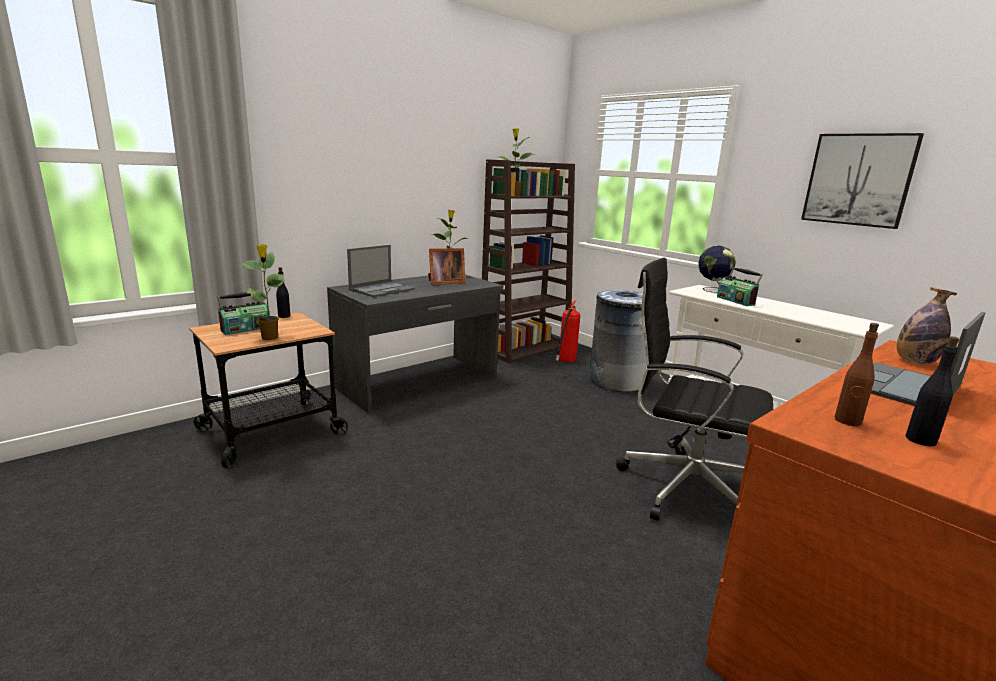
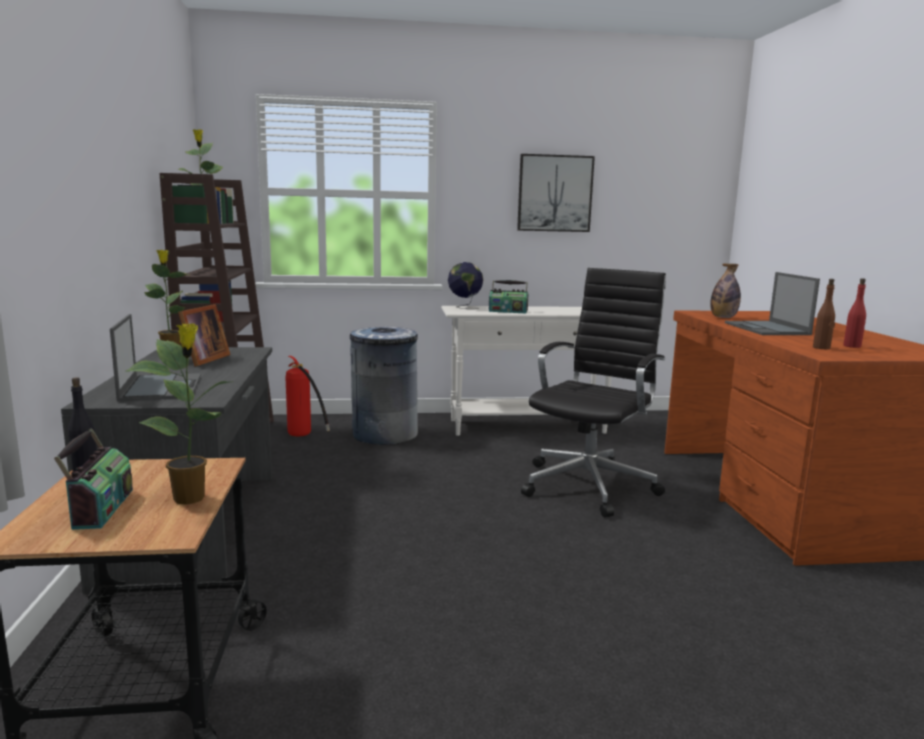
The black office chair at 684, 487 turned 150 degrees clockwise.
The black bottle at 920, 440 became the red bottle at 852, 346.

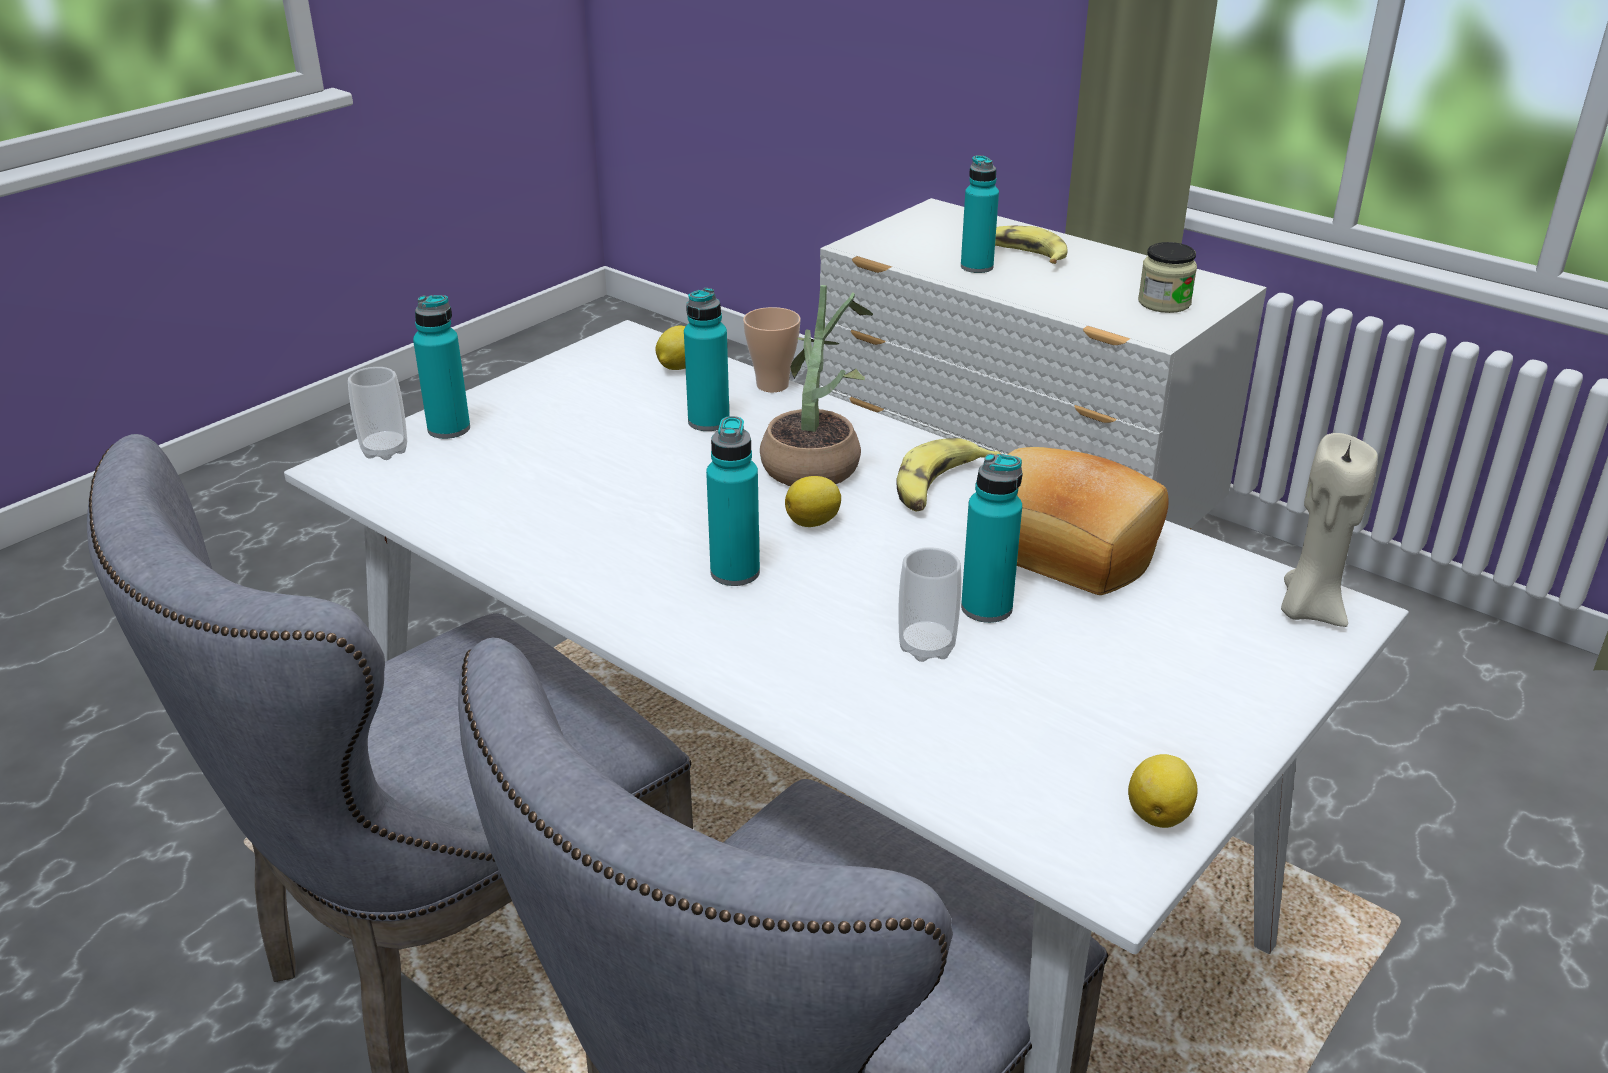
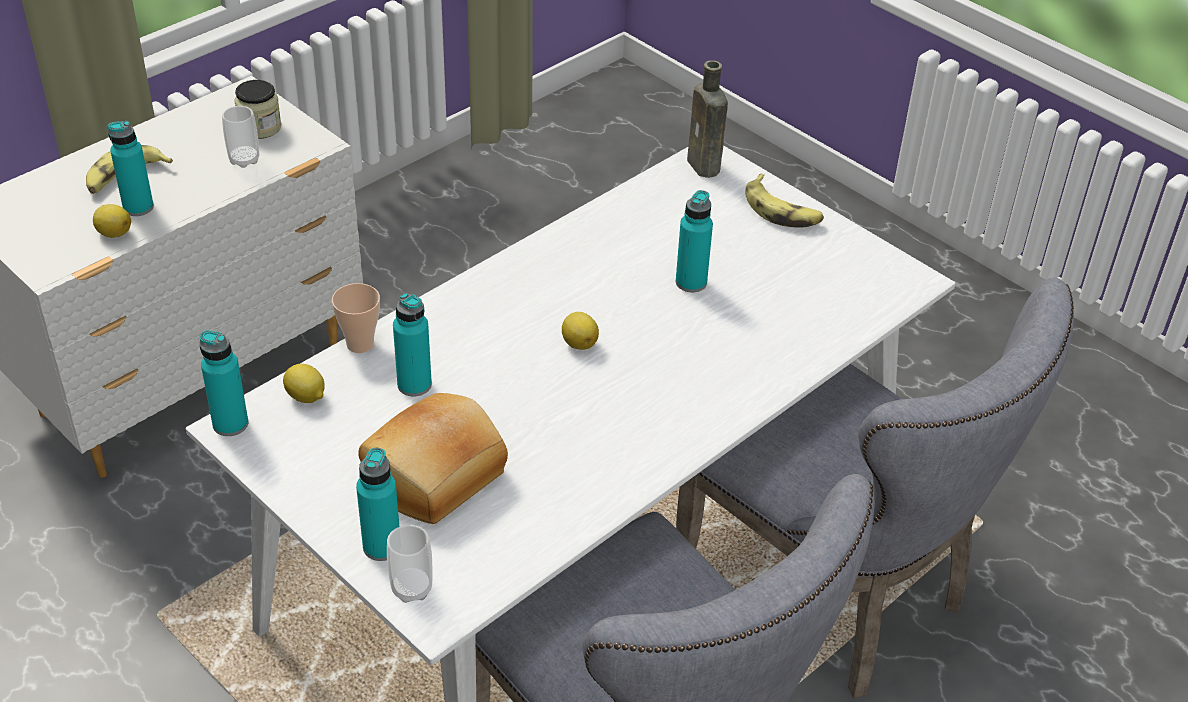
The potted plant at 816, 462 disappeared.
The turquoise bottle moved from 735, 572 to 230, 424.
The beige candle at 1309, 610 was replaced by the brown bottle at 705, 167.
The banana moved from 940, 487 to 782, 211.
The bread moved from 1067, 551 to 436, 477.
The cup moved from 926, 647 to 244, 160.
The lemon moved from 1159, 813 to 113, 233.

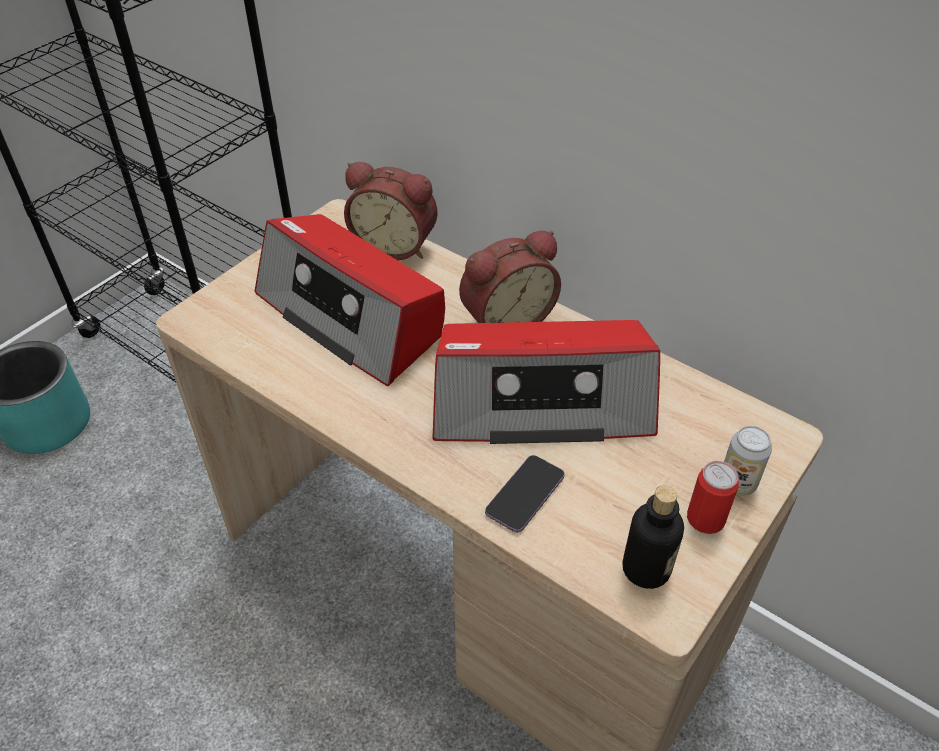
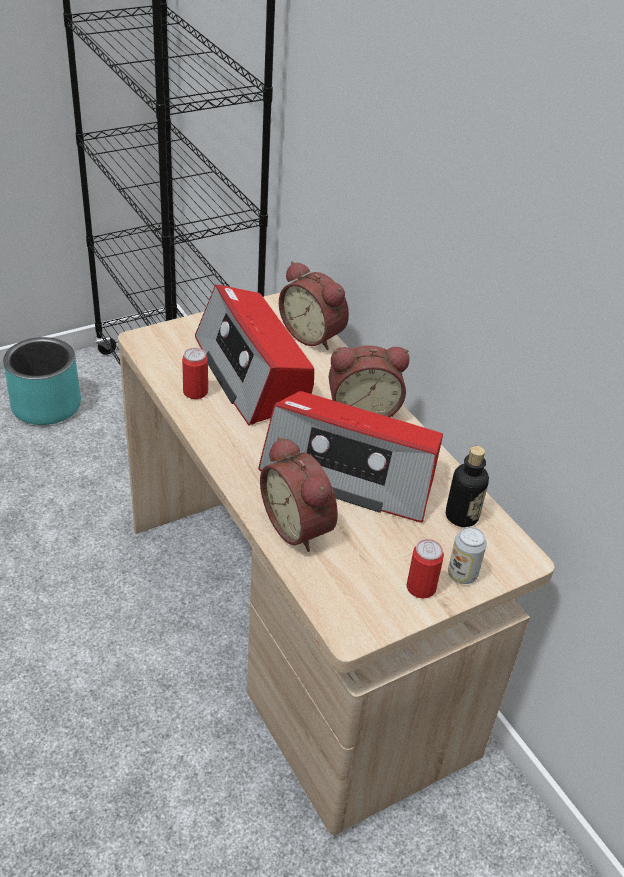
The phone at 525, 495 was replaced by the alarm clock at 300, 526.
The bottle moved from 646, 569 to 461, 516.
The can at 195, 392 appeared.

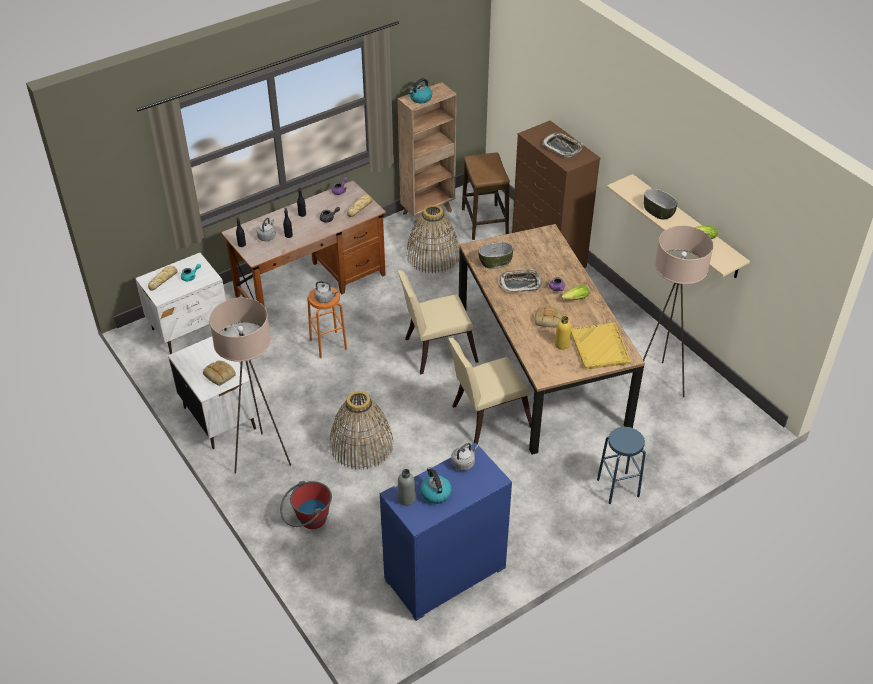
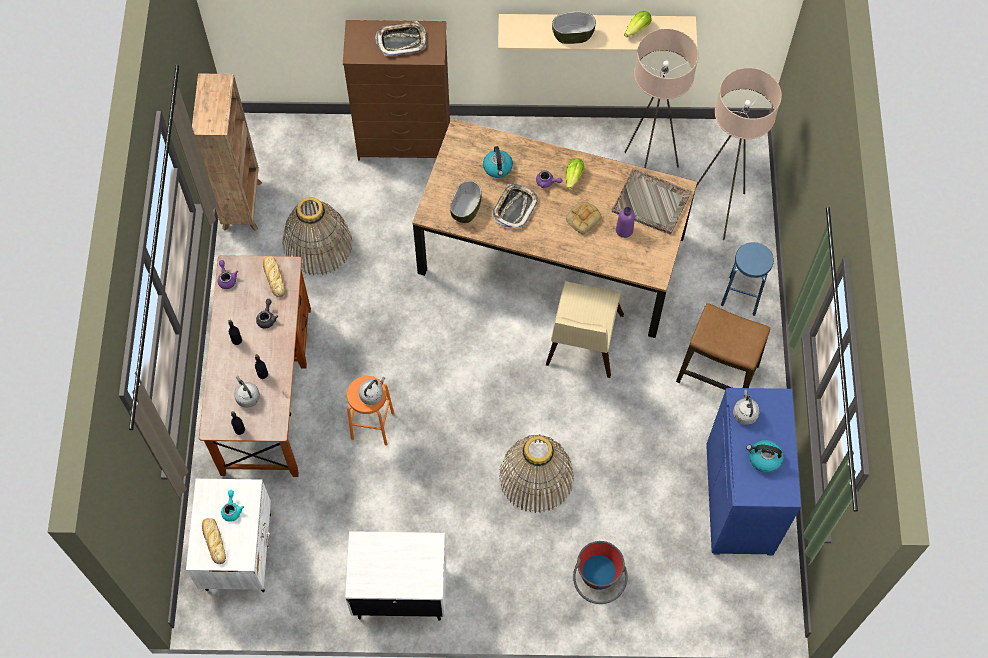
The kettle moved from 420, 98 to 498, 168.
The stool moved from 485, 222 to 717, 374.
The beige chair at 435, 350 disappeared.
The beige floor lamp moved from 262, 457 to 718, 210.
The yellow bottle at 562, 344 became the purple bottle at 624, 230.
The yellow tray at 599, 347 became the grey tray at 652, 203.
The bread at 220, 375 disappeared.
The grey bottle at 406, 498 disappeared.

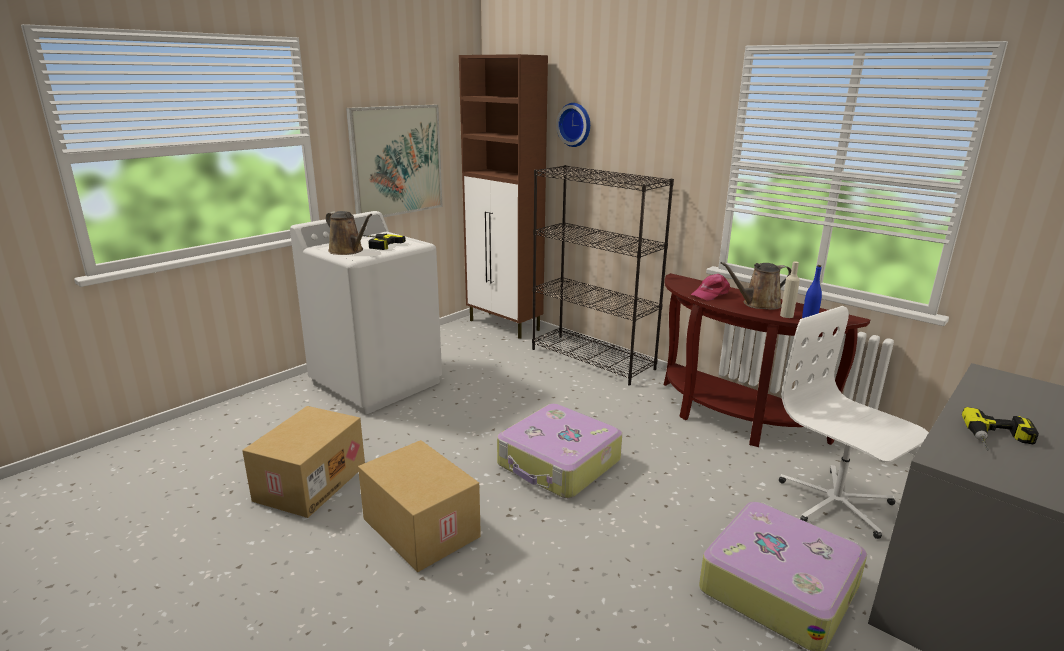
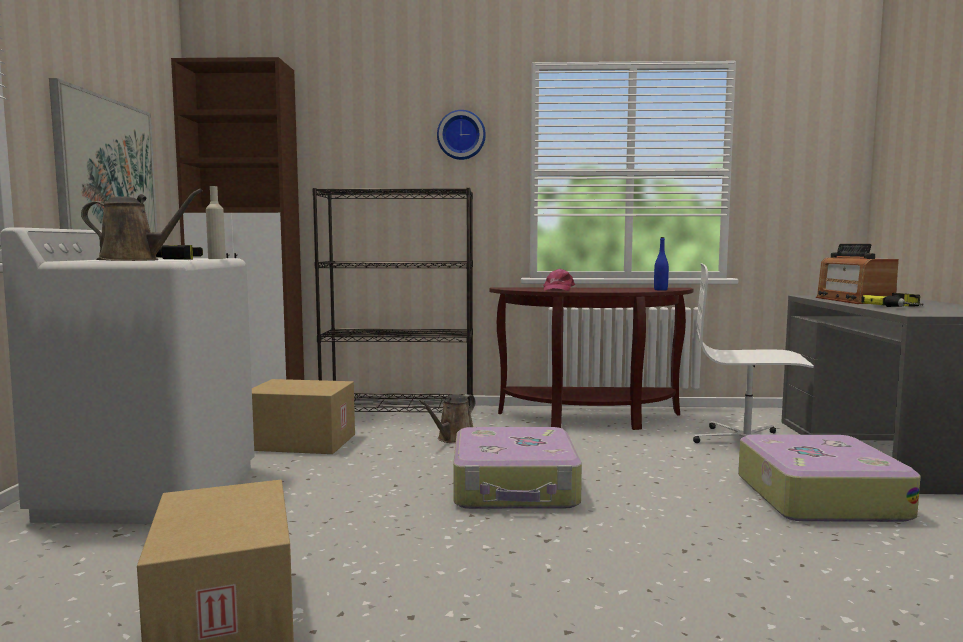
The wall clock moved from 575, 124 to 461, 135.
The beige bottle moved from 786, 315 to 217, 258.
The brown watering can moved from 758, 304 to 453, 439.
The cardboard box moved from 419, 528 to 300, 442.
The radio at 853, 300 appeared.

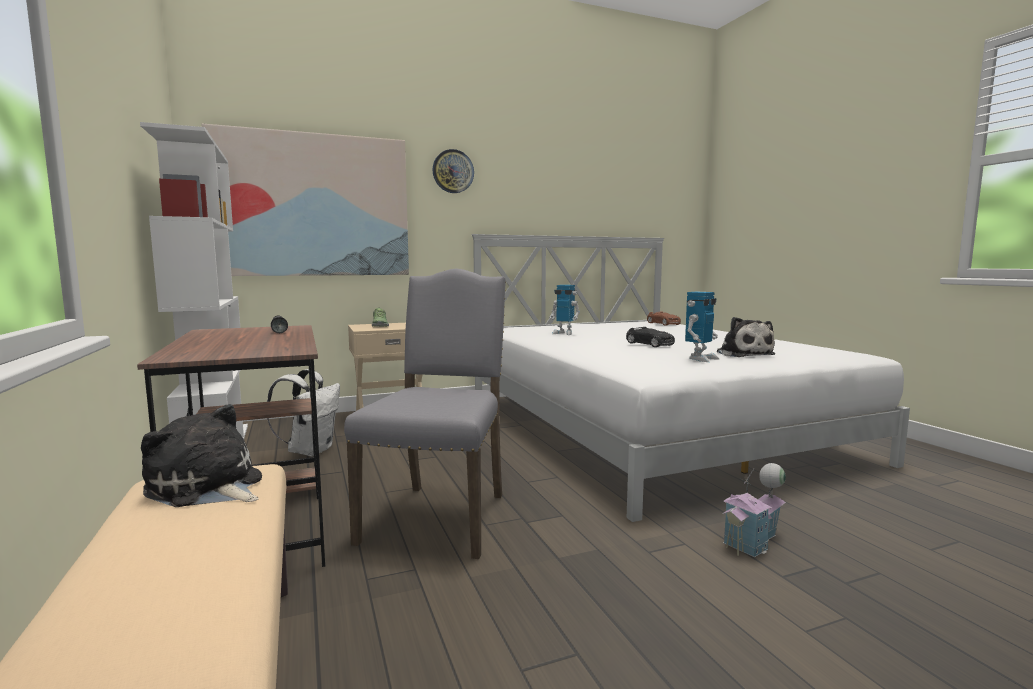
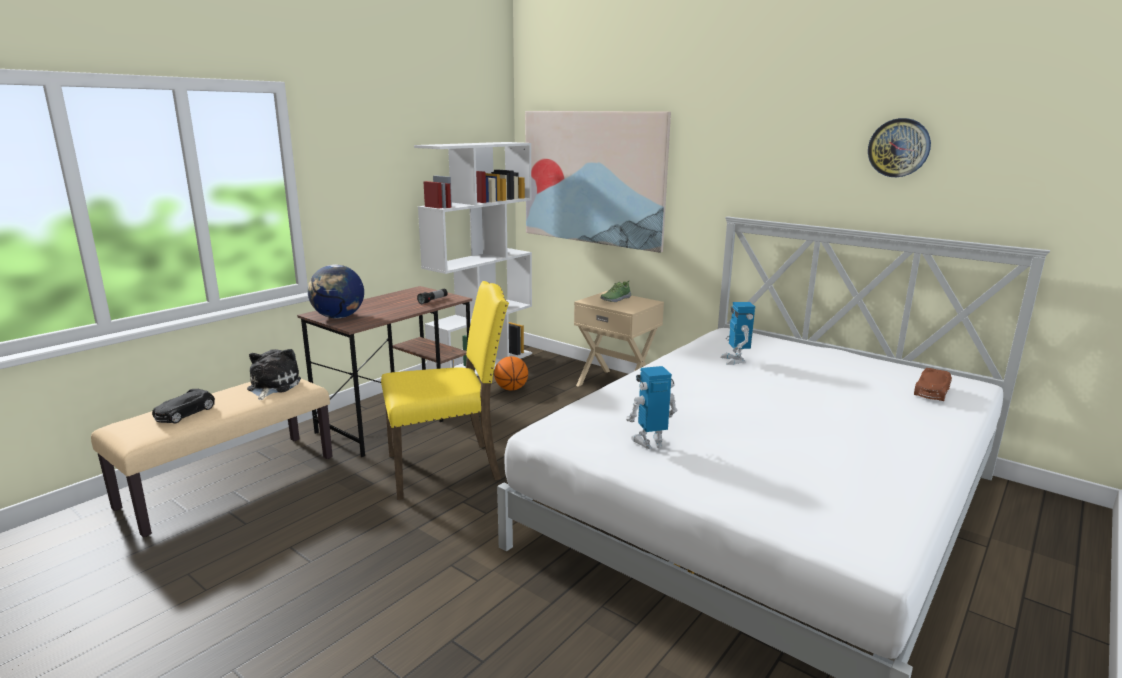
The wall clock moved from 453, 171 to 899, 148.
The grey chair at 440, 516 became the yellow chair at 447, 467.
The toy robot at 700, 359 turned 150 degrees clockwise.
The plush toy at 743, 354 disappeared.
The black toy car moved from 650, 344 to 184, 413.
The white backpack at 310, 451 was replaced by the basketball at 511, 389.
The toy house at 754, 541 disappeared.
The globe at 338, 317 appeared.

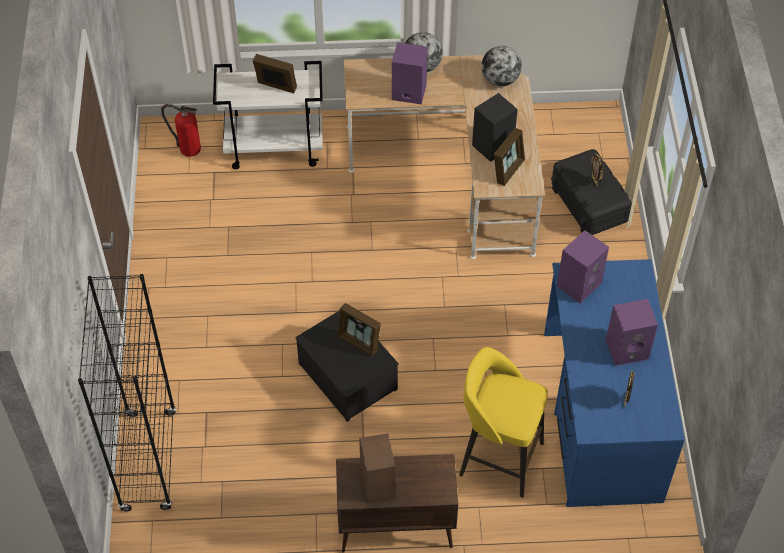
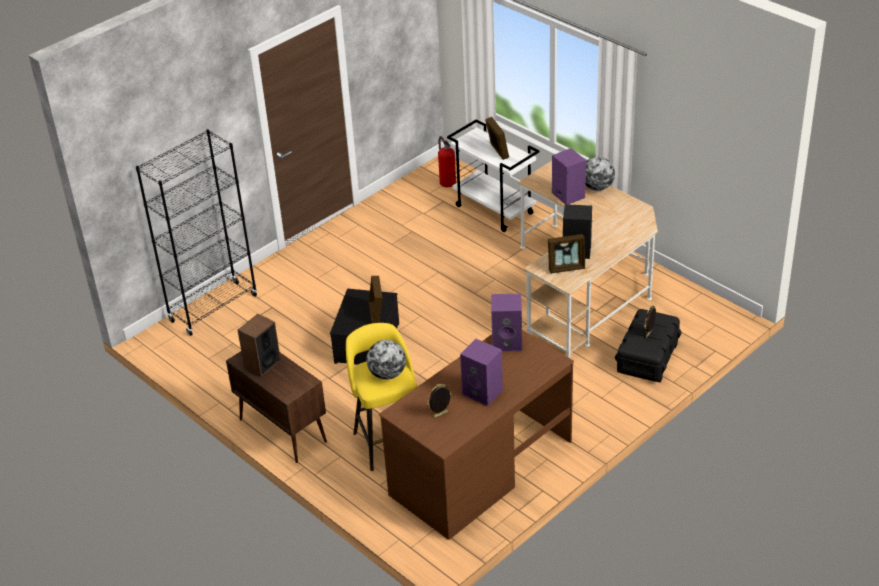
The globe moved from 500, 80 to 387, 374.
The blue desk at 600, 415 became the brown desk at 480, 468.

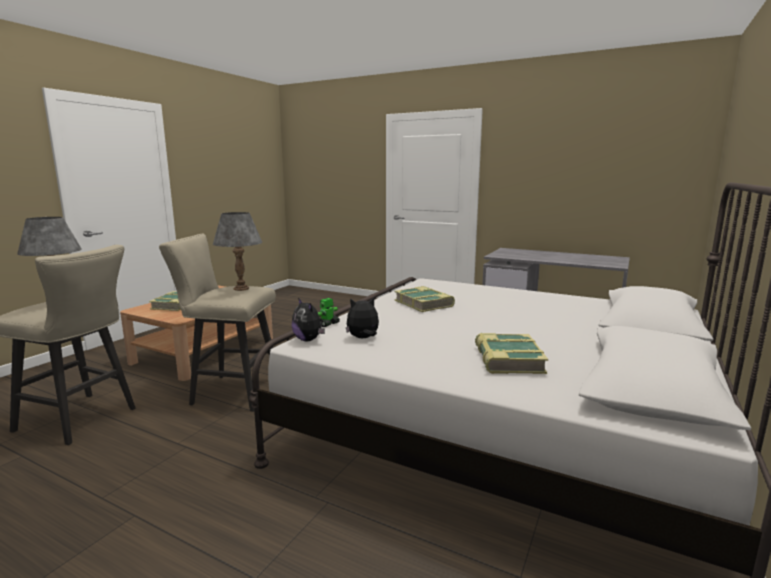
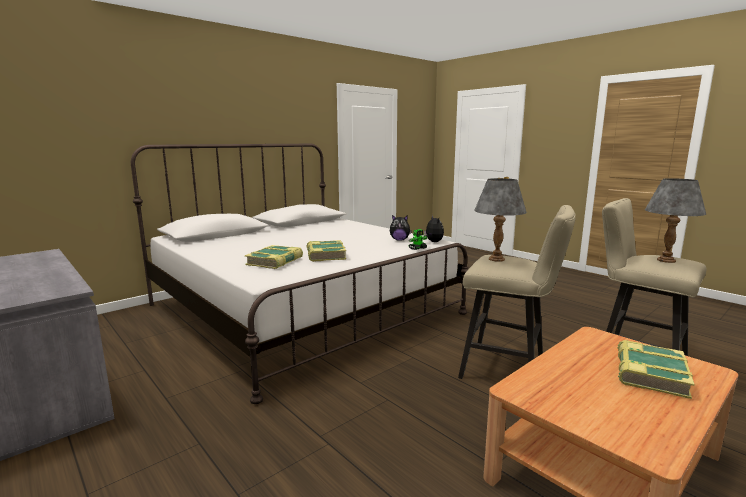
The book moved from 507, 360 to 275, 261.

